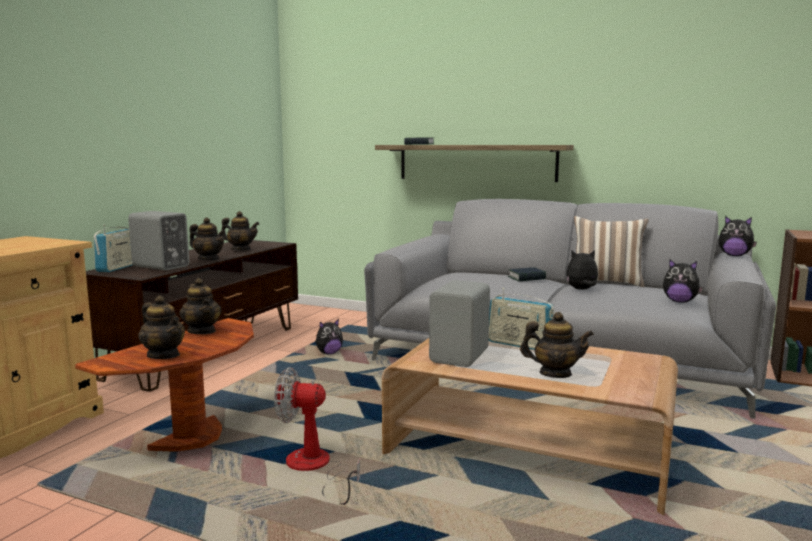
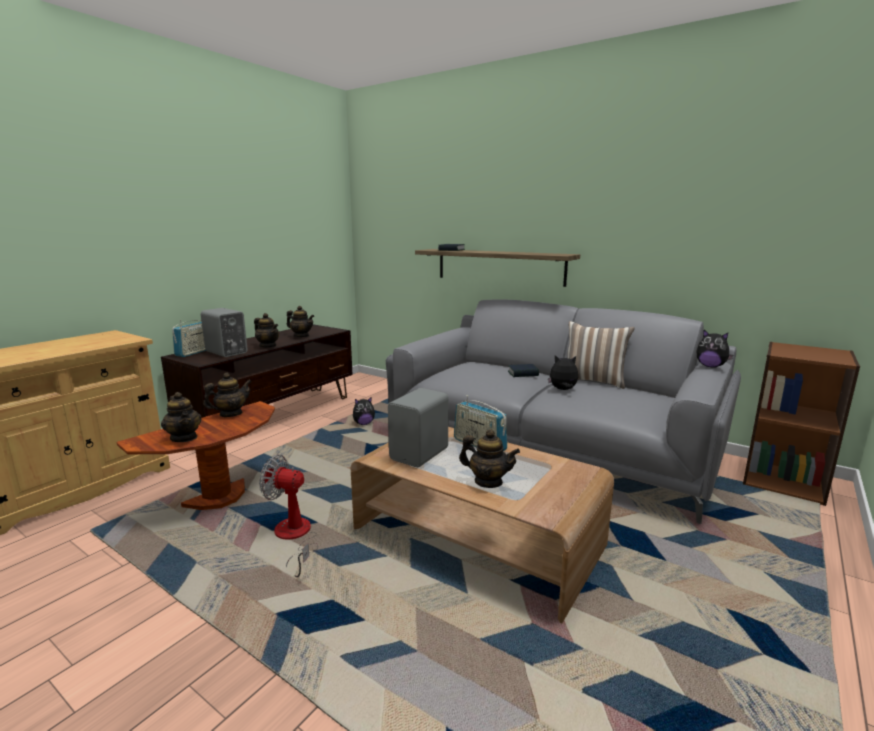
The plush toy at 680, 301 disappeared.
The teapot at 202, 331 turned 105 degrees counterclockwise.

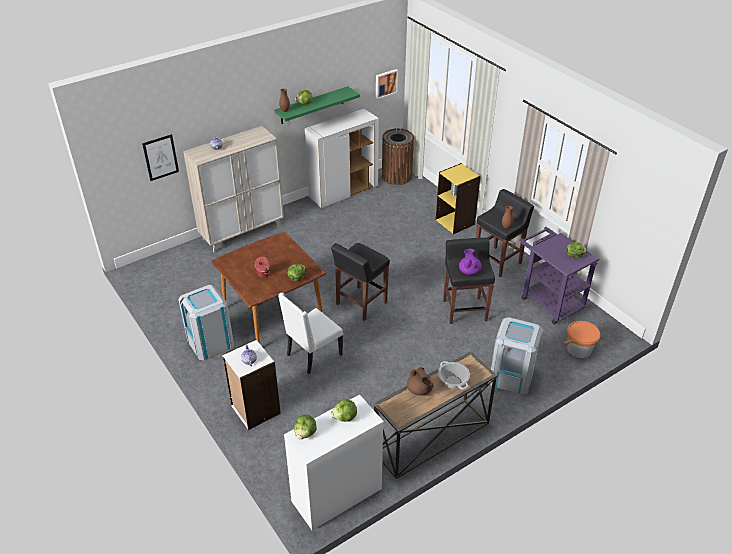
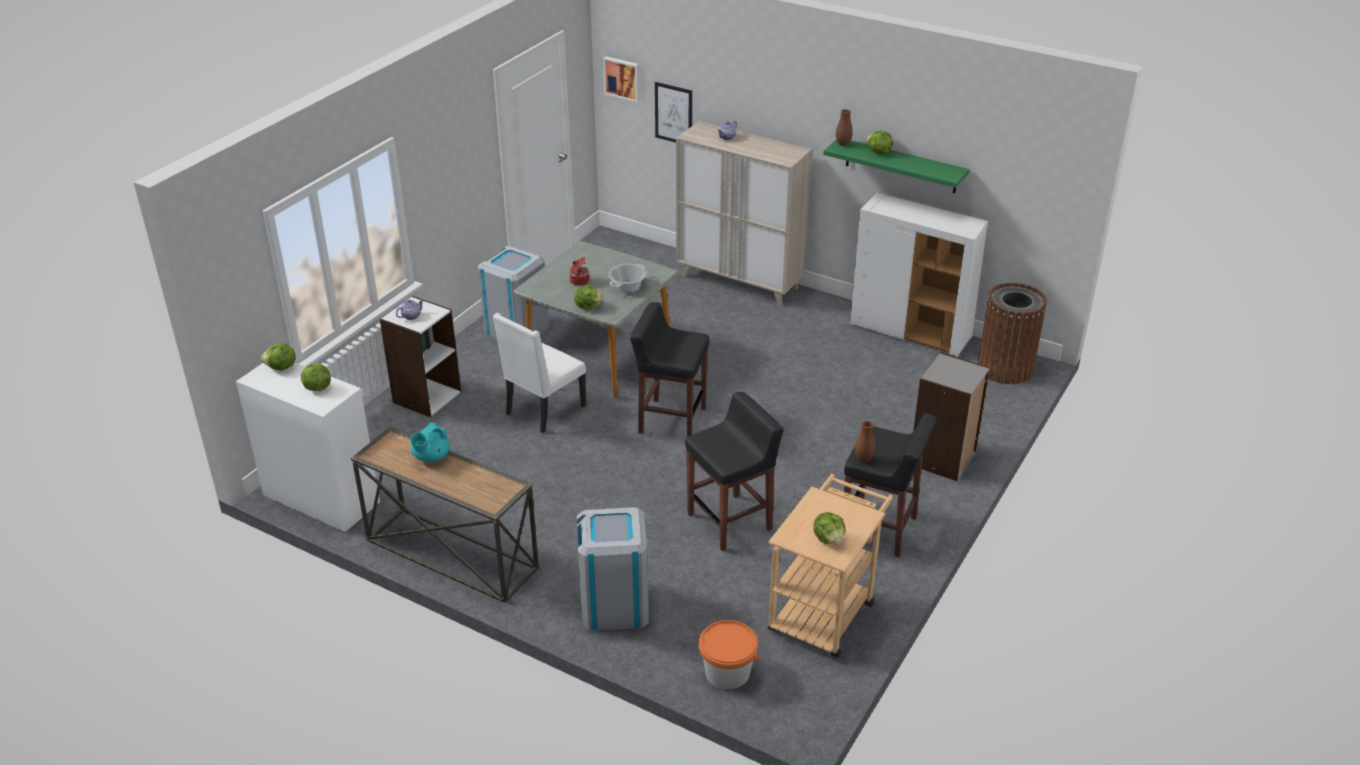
The picture moved from 385, 83 to 622, 78.
The yellow bookcase at 455, 222 became the grey bookcase at 943, 459.
The purple cart at 548, 300 became the beige cart at 825, 610.
The brown dining table at 273, 313 became the grey dining table at 600, 356.
The purple teapot at 469, 271 disappeared.
The white chair at 313, 355 turned 75 degrees counterclockwise.
The cooking pot moved from 453, 382 to 627, 286.
The brown teapot at 420, 390 became the turquoise teapot at 431, 457.

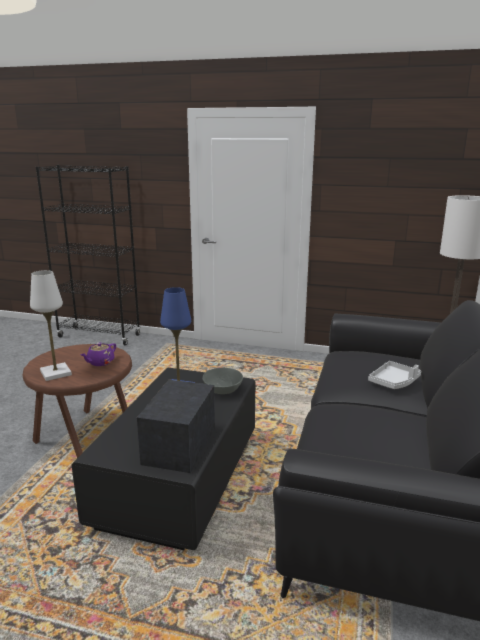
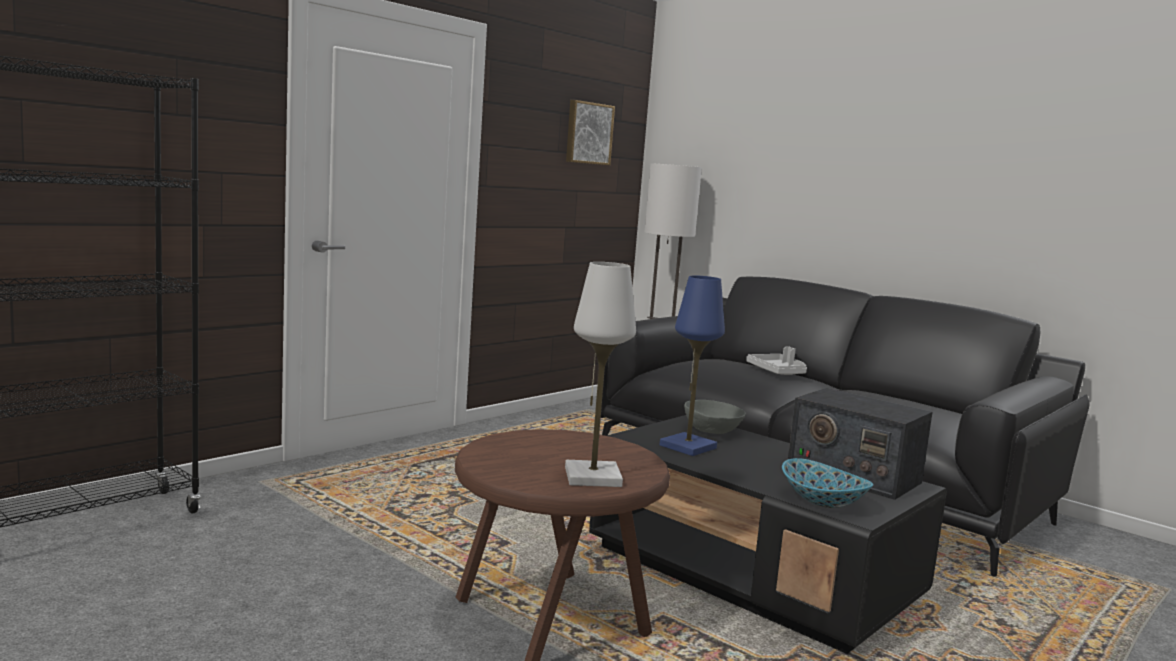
The purple teapot at 100, 362 disappeared.
The picture at 588, 133 appeared.
The bowl at 822, 502 appeared.

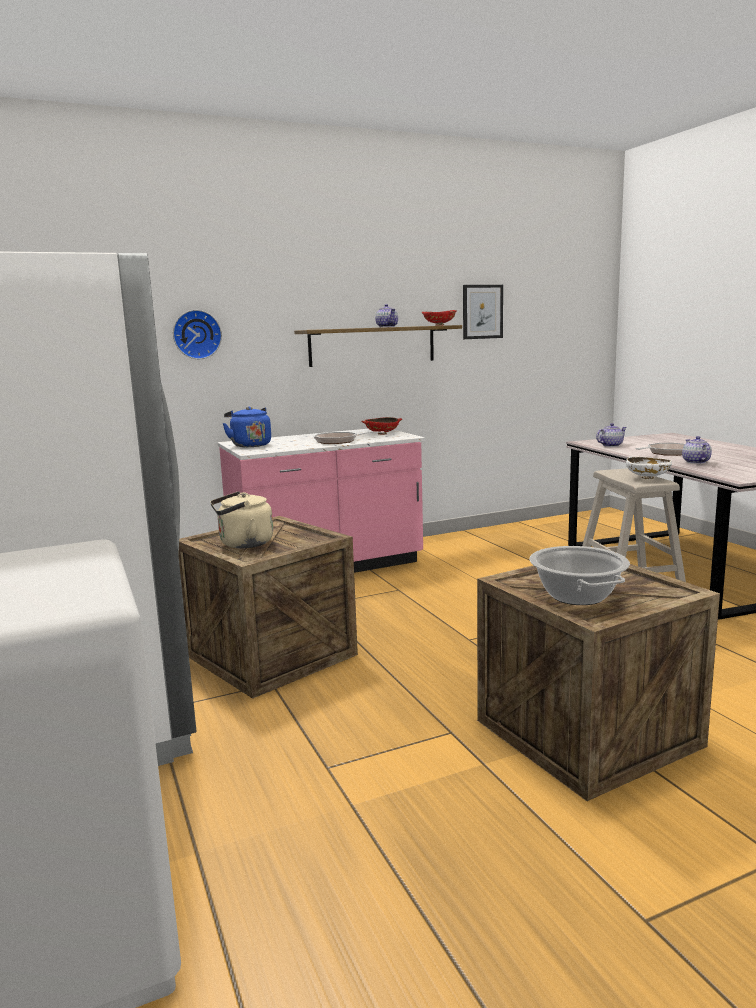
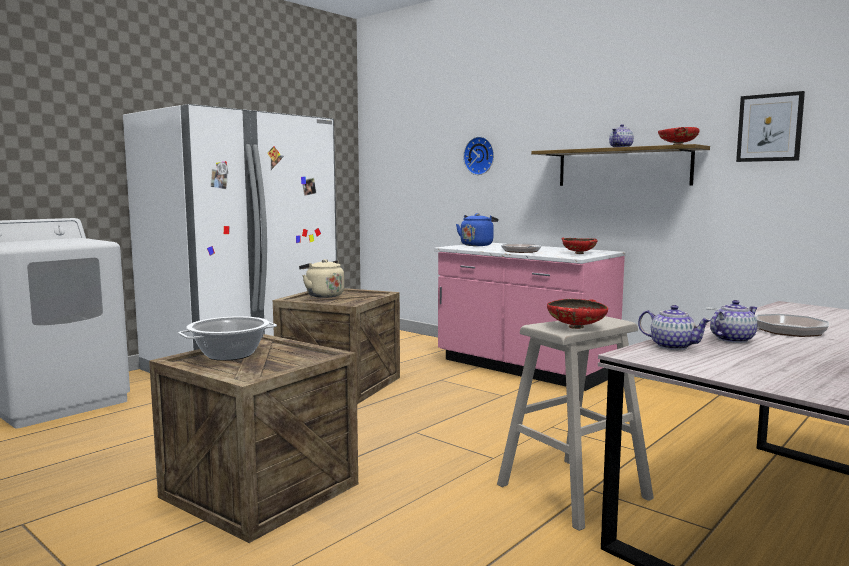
The teapot moved from 610, 445 to 672, 346.
The white bowl at 648, 478 became the red bowl at 576, 327.

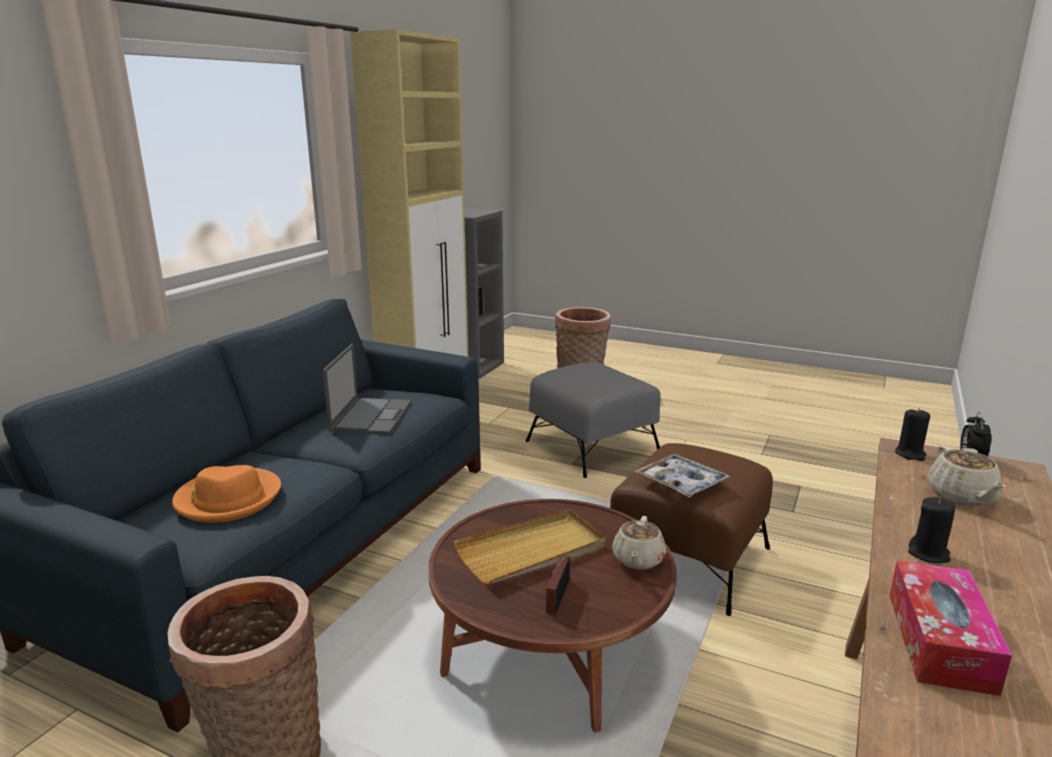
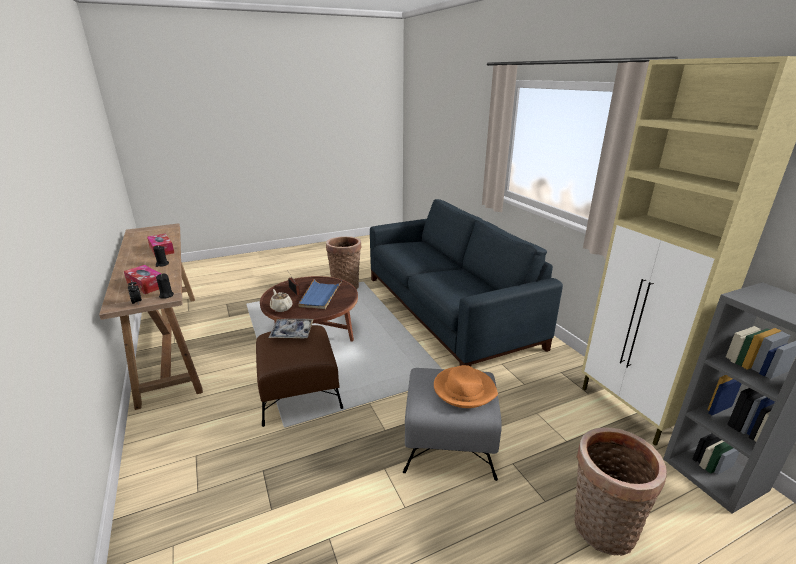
The laptop at 371, 415 disappeared.
The beige teapot at 961, 496 was replaced by the tissue box at 146, 285.
The orange hat moved from 228, 499 to 464, 389.
The beige tray at 531, 551 became the blue tray at 320, 296.

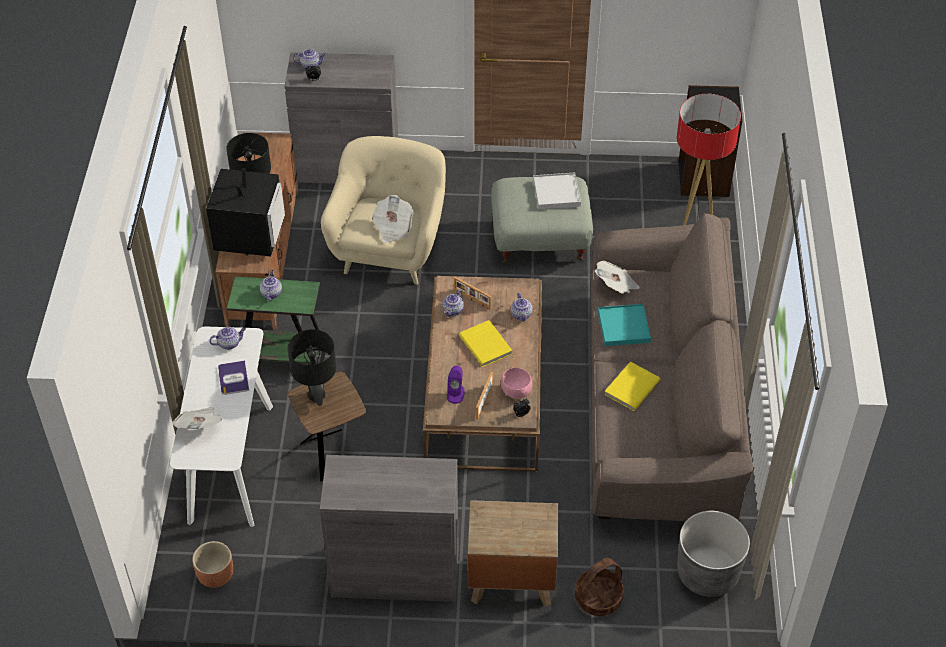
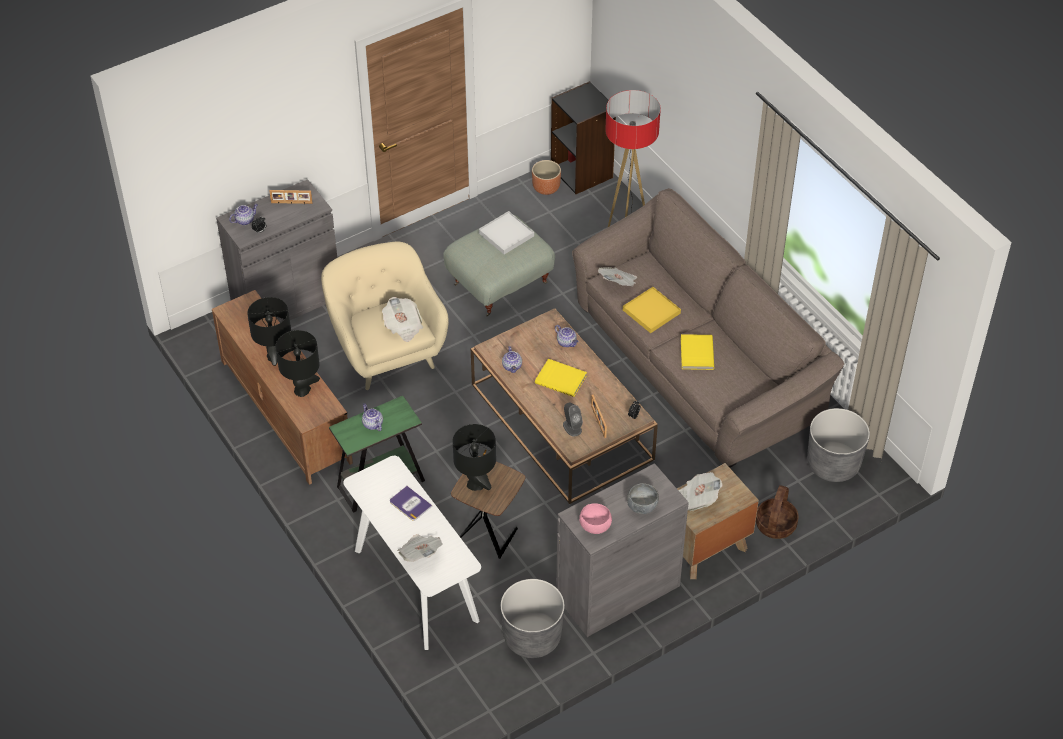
The television at 250, 236 was replaced by the black table lamp at 302, 390.
The picture frame moved from 472, 299 to 291, 203.
The turquoise tray at 623, 327 became the yellow tray at 651, 312.
The teapot at 229, 343 disappeared.
The purple speaker at 455, 393 became the grey speaker at 572, 427.
The pink bowl moved from 516, 392 to 595, 527.
The brown planter moved from 215, 576 to 546, 188.
The newspaper at 696, 499 appeared.
The grey bowl at 642, 507 appeared.
The grey planter at 532, 637 appeared.

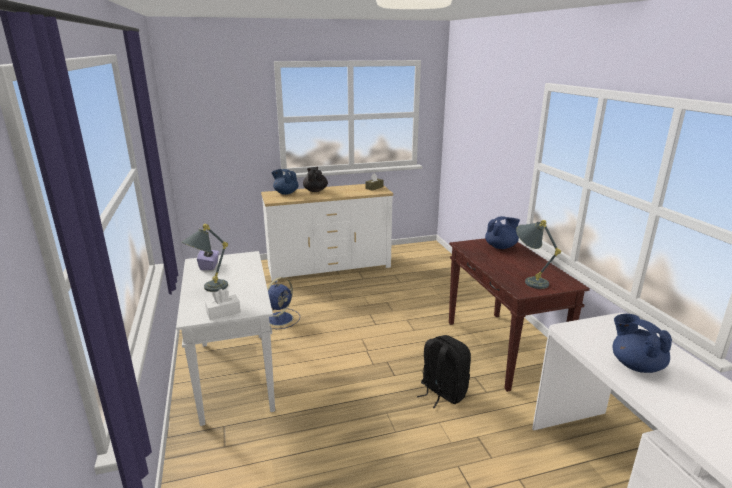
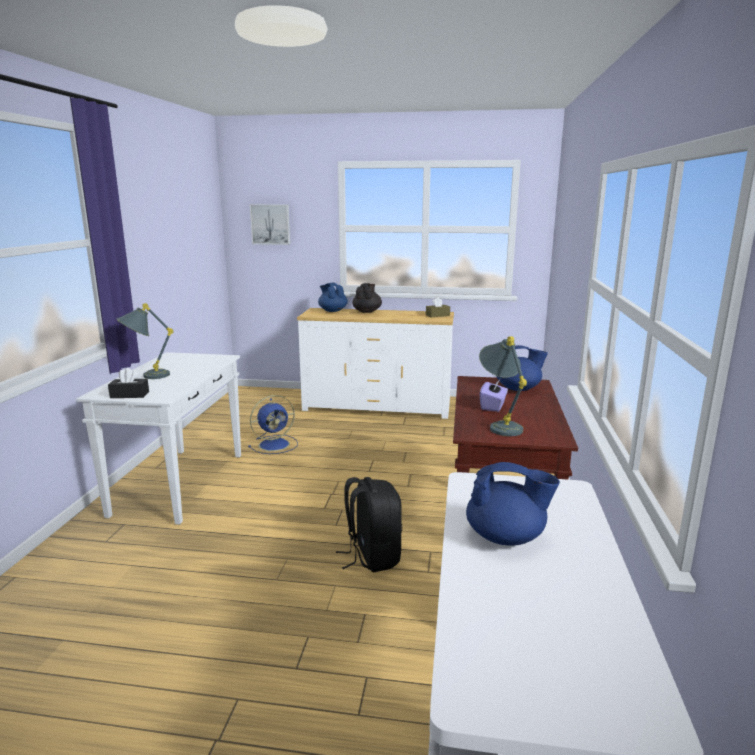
The purple tissue box moved from 209, 266 to 493, 406.
The white tissue box at 223, 312 became the black tissue box at 129, 395.
The blue teapot at 635, 365 turned 105 degrees clockwise.
The picture at 270, 224 appeared.

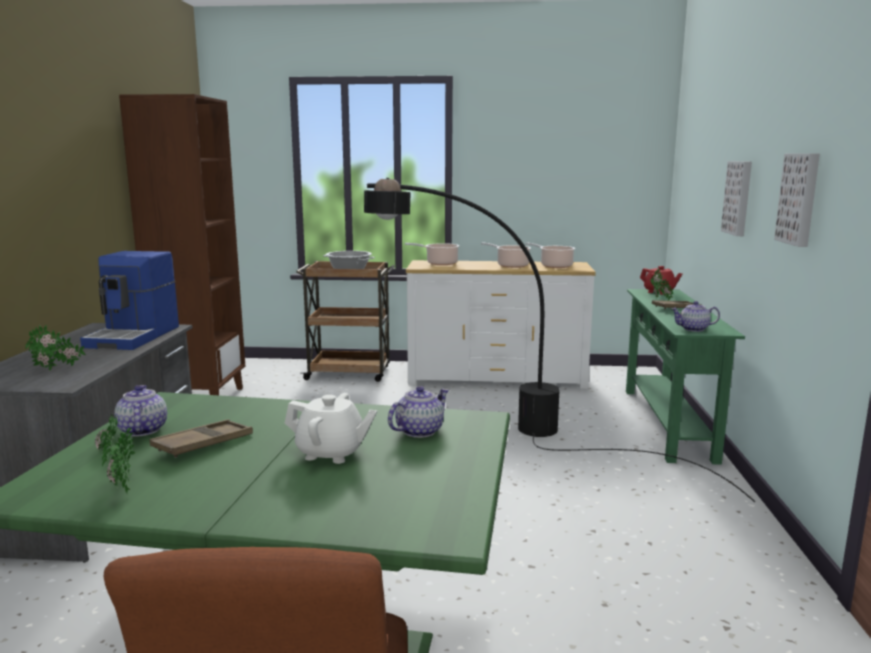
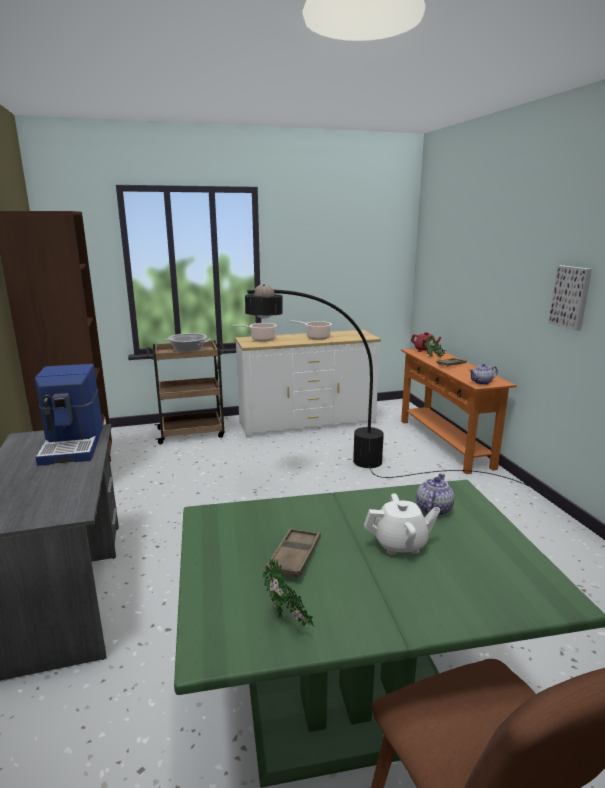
The picture at 739, 198 disappeared.
The cooking pot at 554, 266 disappeared.
The green console table at 668, 423 became the orange console table at 444, 443.
The potted plant at 57, 369 disappeared.
The teapot at 142, 430 disappeared.

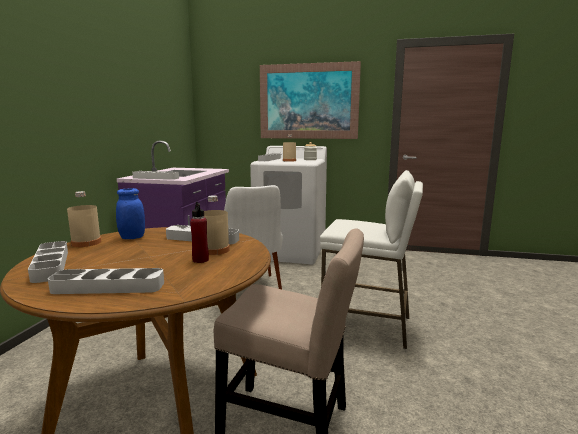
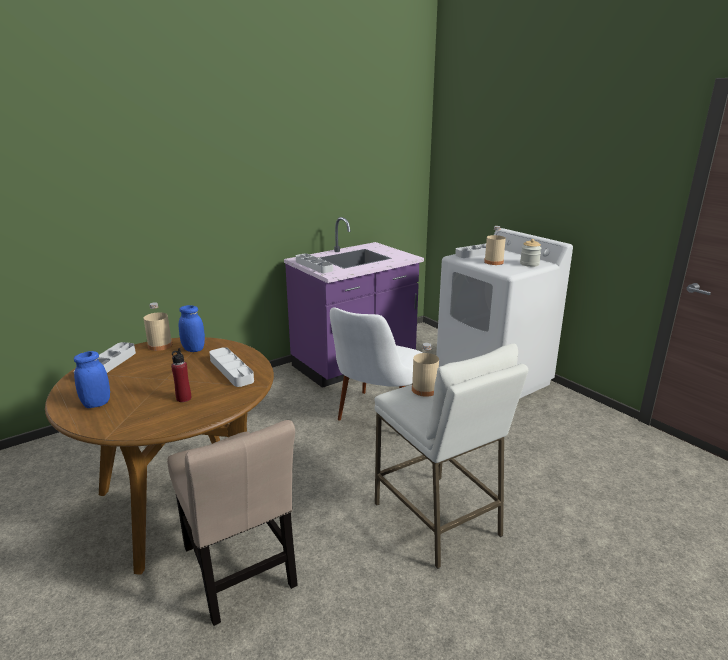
The picture at 308, 101 disappeared.
The beige bottle moved from 215, 250 to 424, 389.
The grey tray at 108, 287 was replaced by the blue jar at 96, 403.

